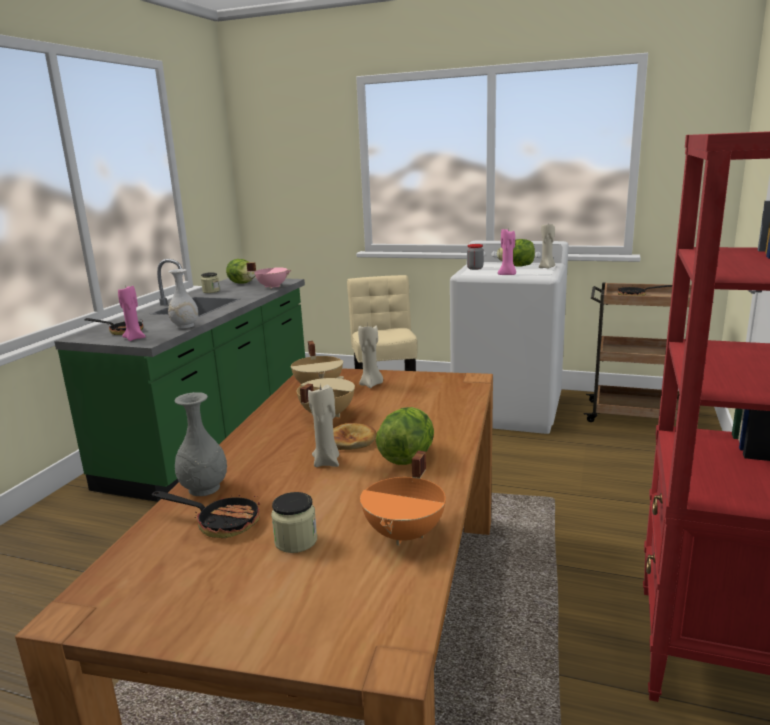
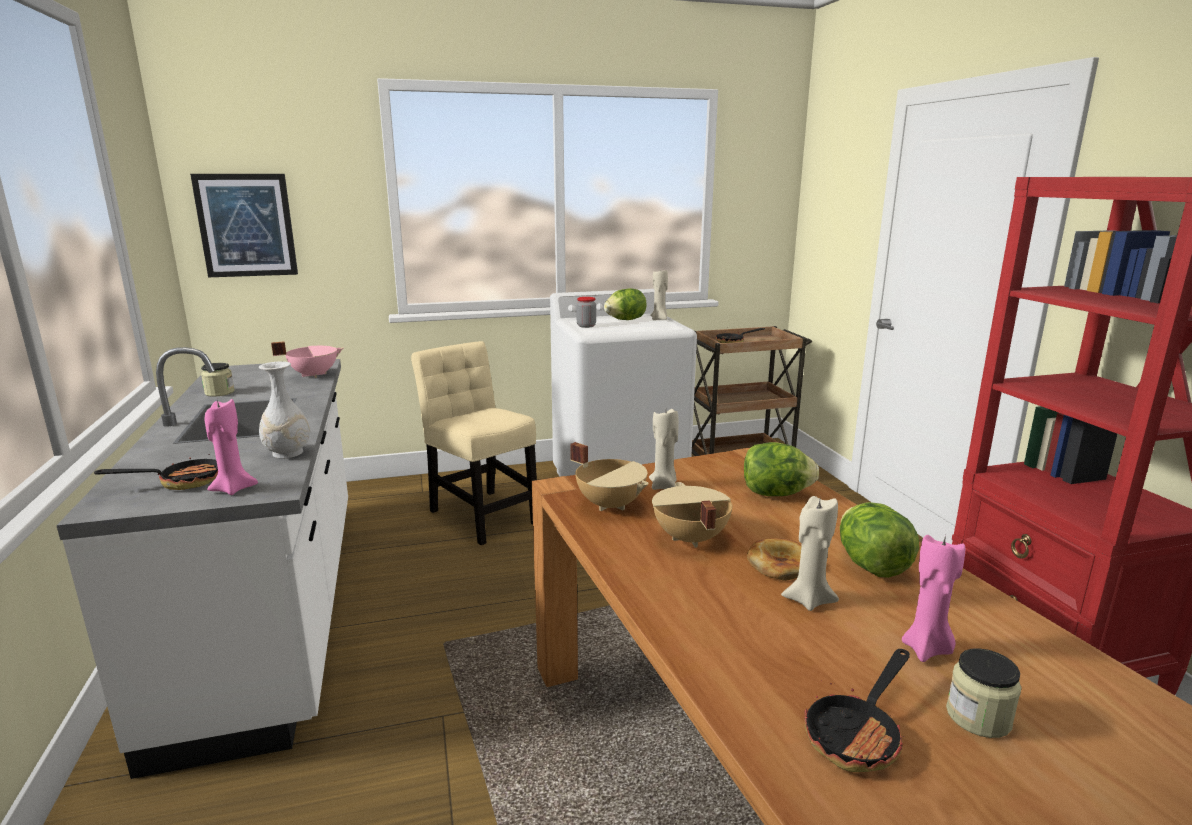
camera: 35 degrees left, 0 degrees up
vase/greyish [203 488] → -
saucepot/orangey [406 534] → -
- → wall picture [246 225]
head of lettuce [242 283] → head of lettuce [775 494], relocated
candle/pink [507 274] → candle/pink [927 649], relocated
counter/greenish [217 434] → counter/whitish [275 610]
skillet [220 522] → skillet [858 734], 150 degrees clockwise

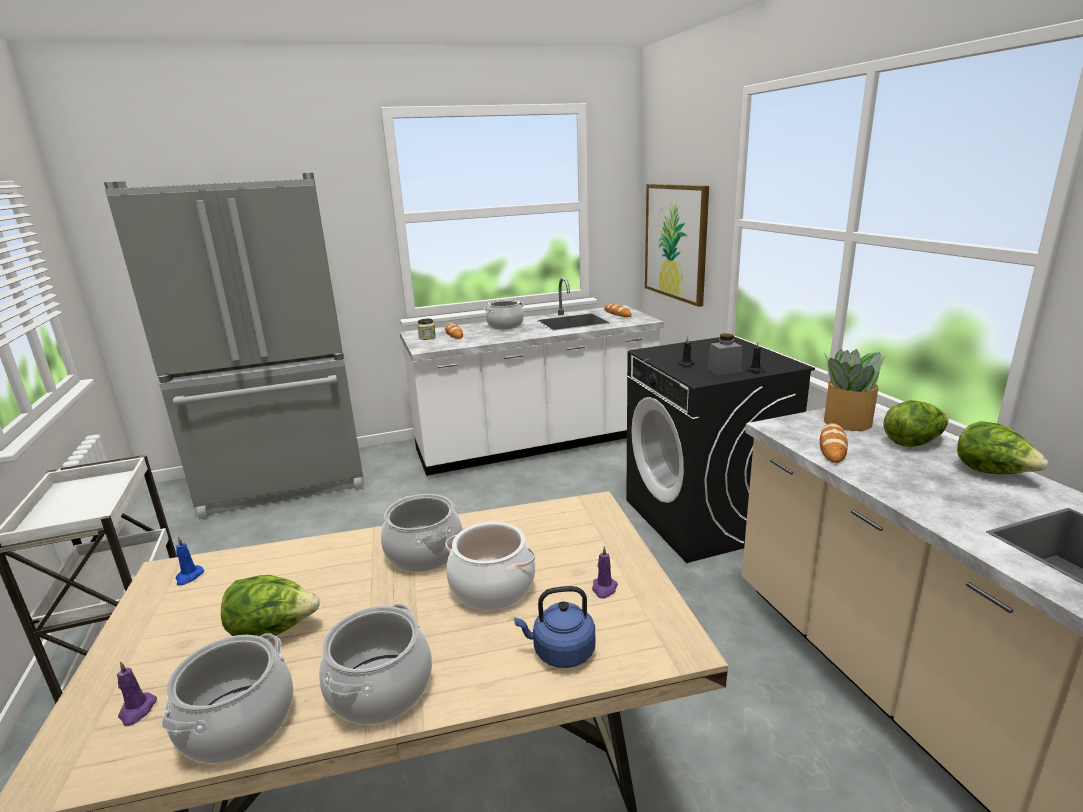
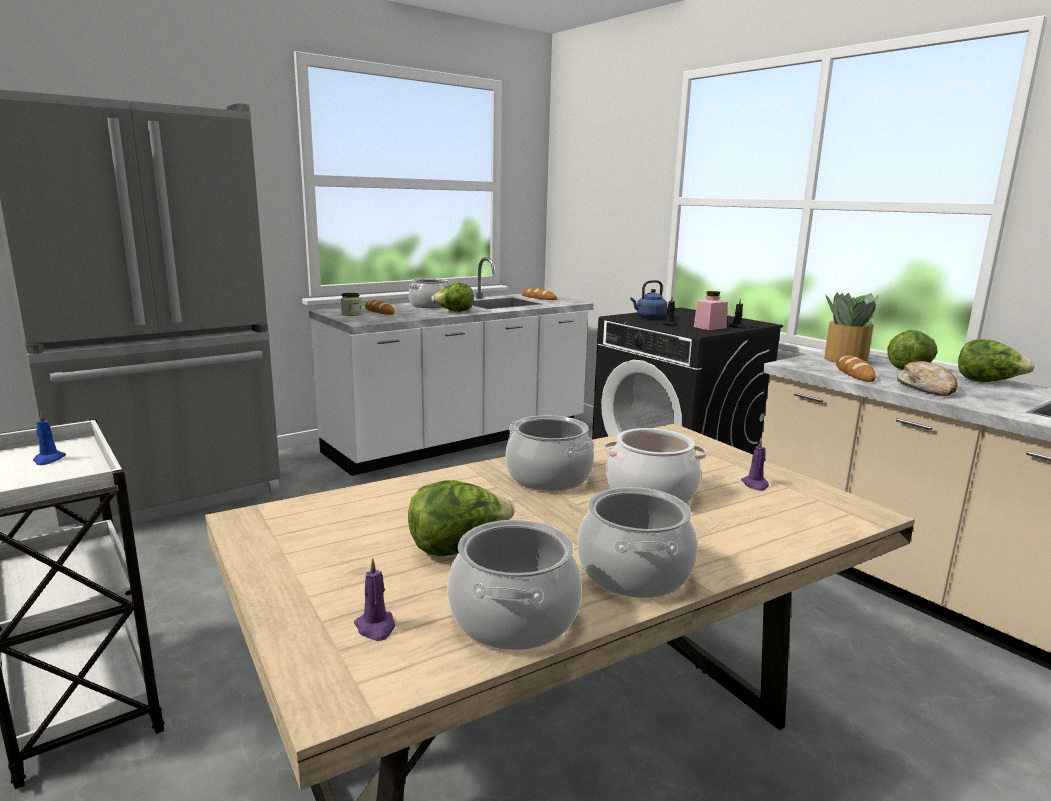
camera: 20 degrees left, 5 degrees down
wall picture [675 242] → -
- → head of lettuce [454 311]
- → bakery bread [926 388]
candle/blue-coloured [189 577] → candle/blue-coloured [48 459], relocated
tea kettle/blue-coloured [560 652] → tea kettle/blue-coloured [649 317], relocated
preserve jar/greyish [724 370] → preserve jar/pink [709 327]

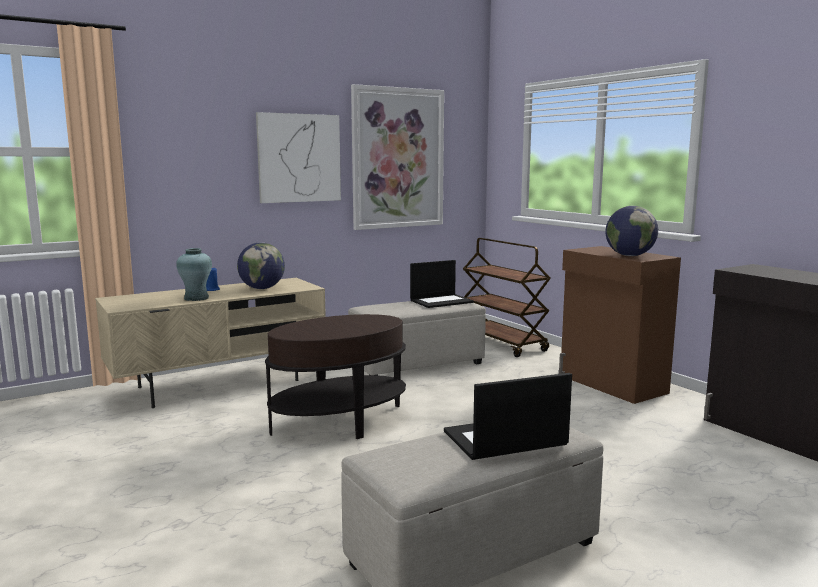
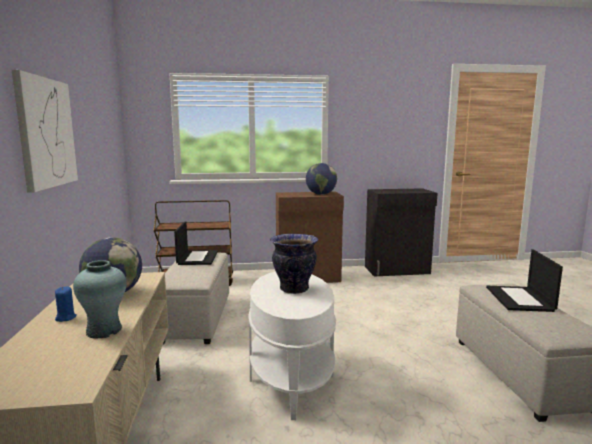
camera: 65 degrees left, 0 degrees up
wall picture [398 158] → -
- → vase [293 289]
side table/brown-coloured [339 422] → side table/whitish [291 378]

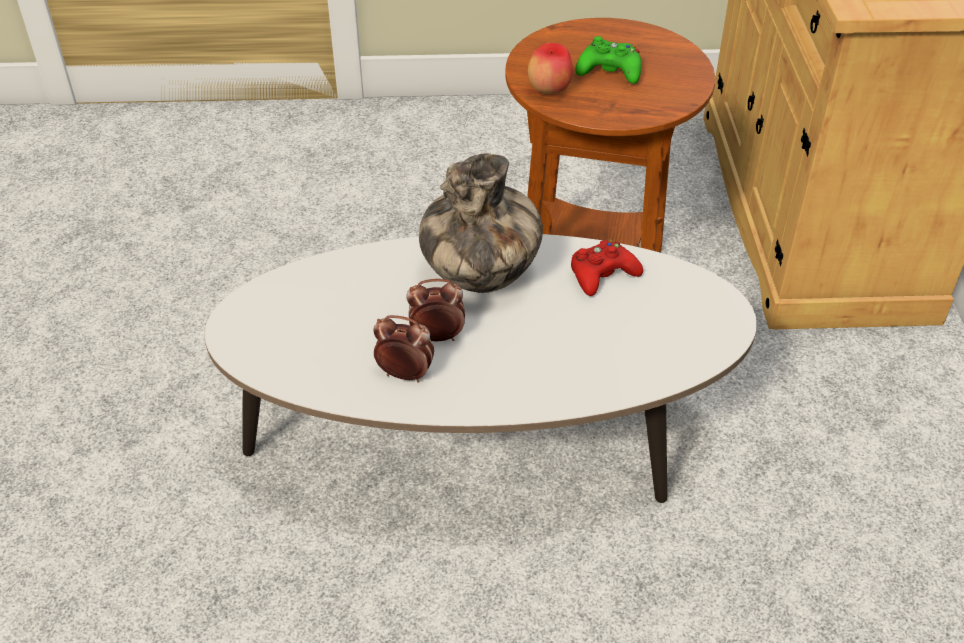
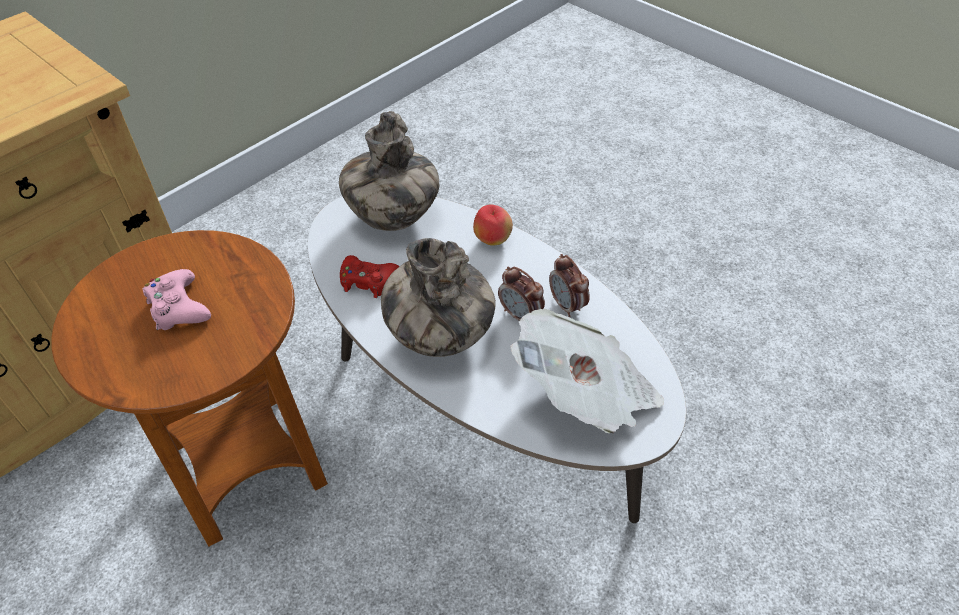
camera: 135 degrees left, 5 degrees up
- → vase [392 218]
- → newspaper [585 394]
apple fruit [549 90] → apple fruit [492 240], relocated
joypad/greenish [610 71] → joypad/pink [178 307]

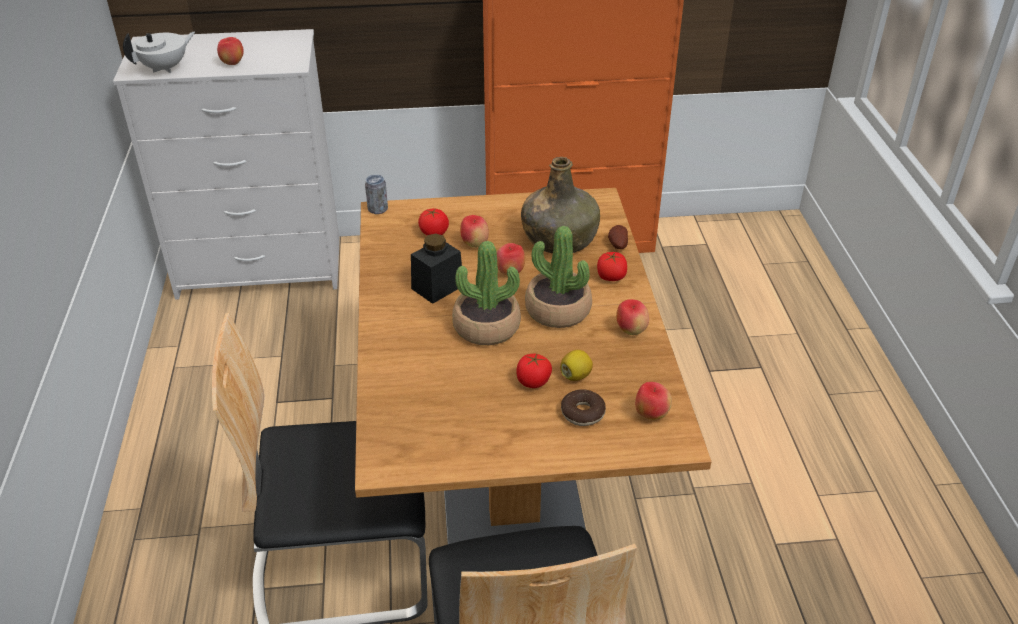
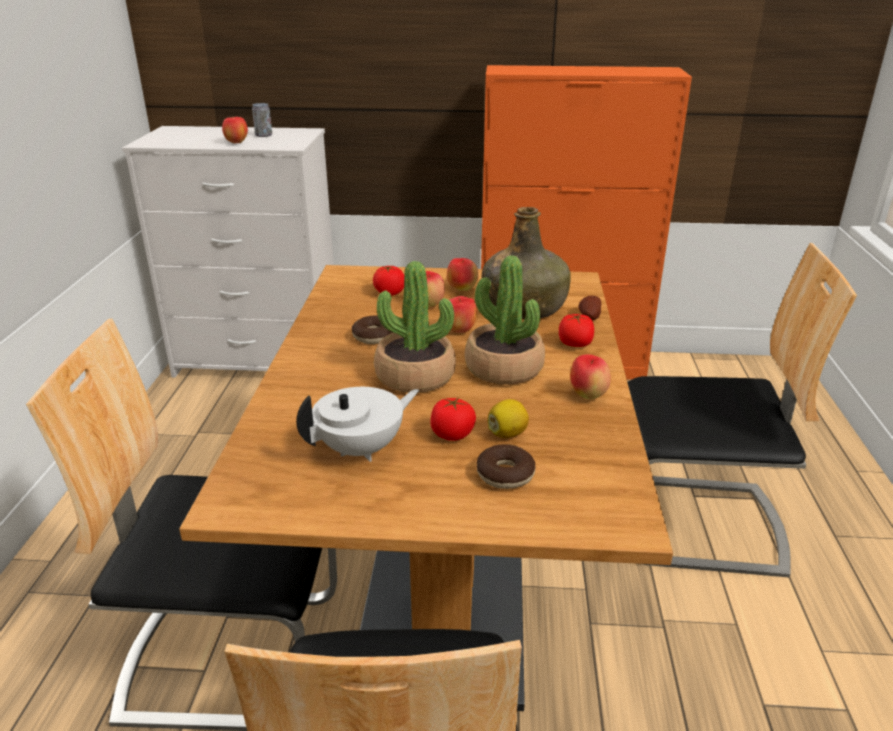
camera: 10 degrees right, 10 degrees down
- → upright chair [696 523]
teapot/whitish [165 68] → teapot/whitish [362 449], relocated
metal can [377 209] → metal can [263 135], relocated
apple fruit [651 415] → apple fruit [462 289], relocated
preserve jar/blackish [437 287] → donut [374 336]

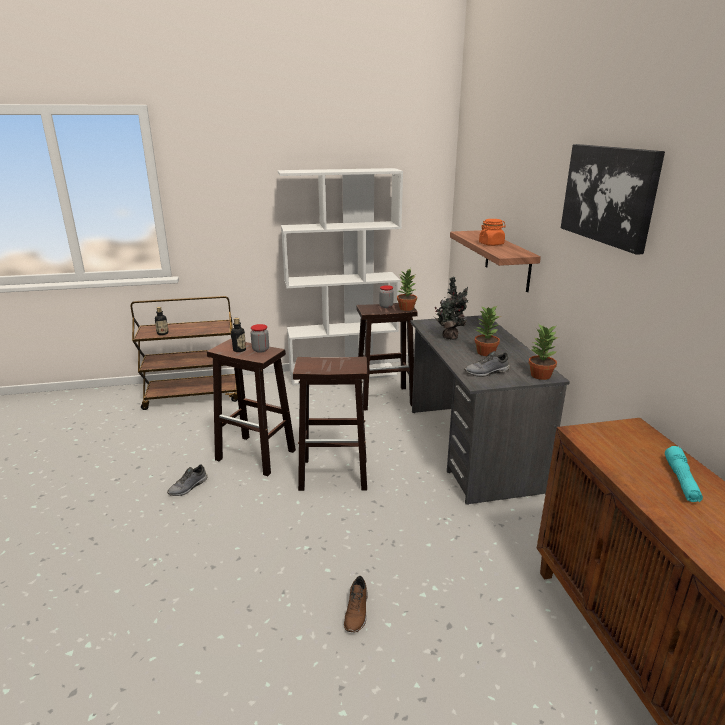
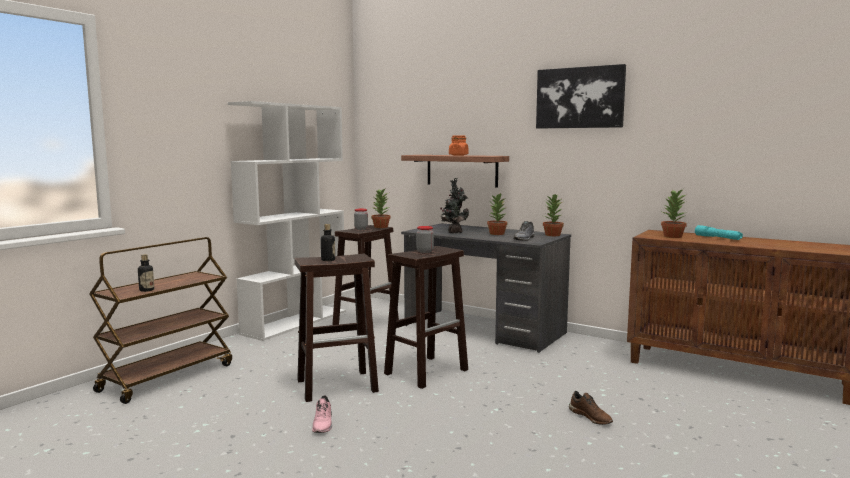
camera: 45 degrees left, 15 degrees down
- → plant in a pot [672 236]
preserve jar [260 350] → preserve jar [425 251], relocated
shoe/greyish [188 487] → shoe/pink [323 424]

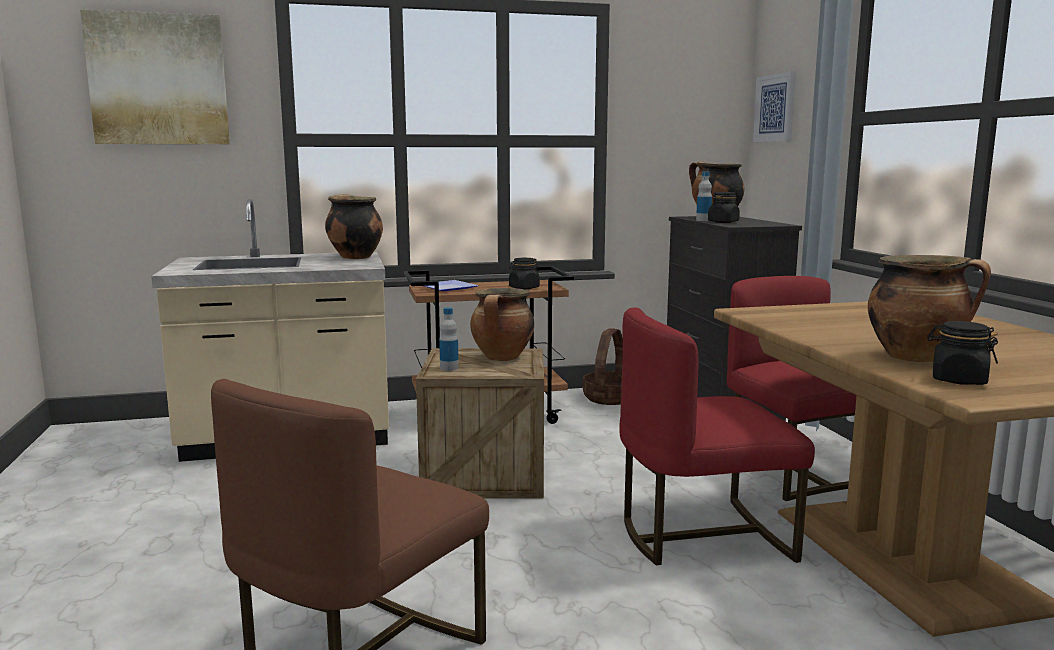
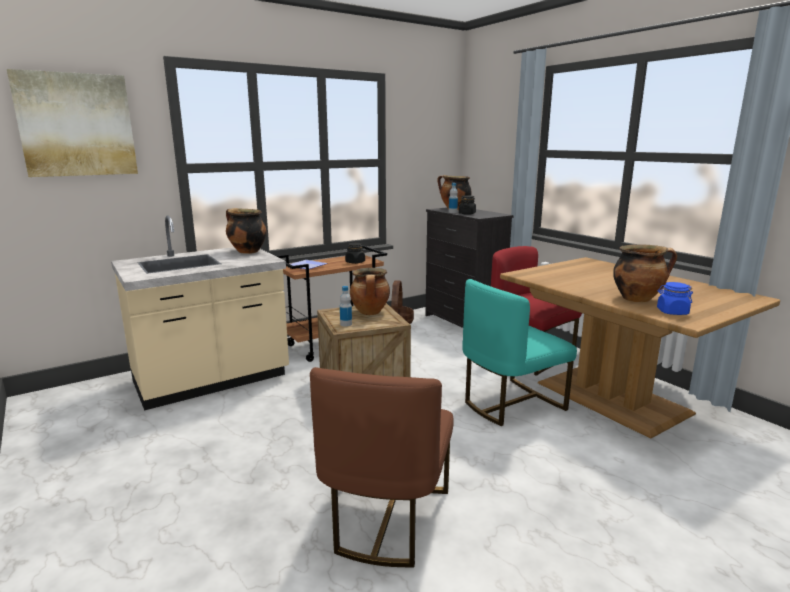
camera: 20 degrees left, 5 degrees up
wall picture [775 108] → -
upright chair/red [702 535] → upright chair/turquoise-coloured [510 403]
preserve jar/blackish [958 380] → preserve jar/blue-coloured [672 312]

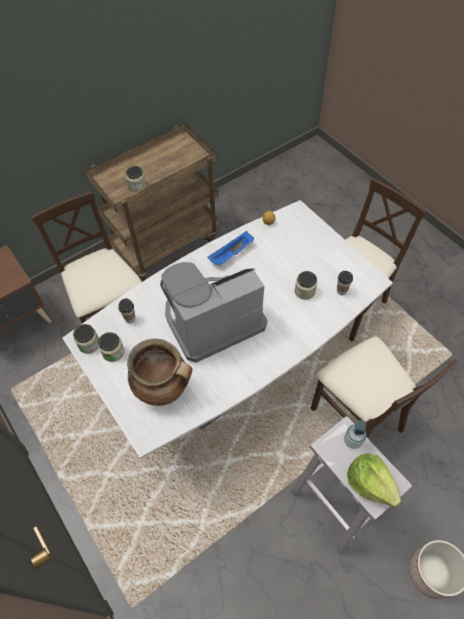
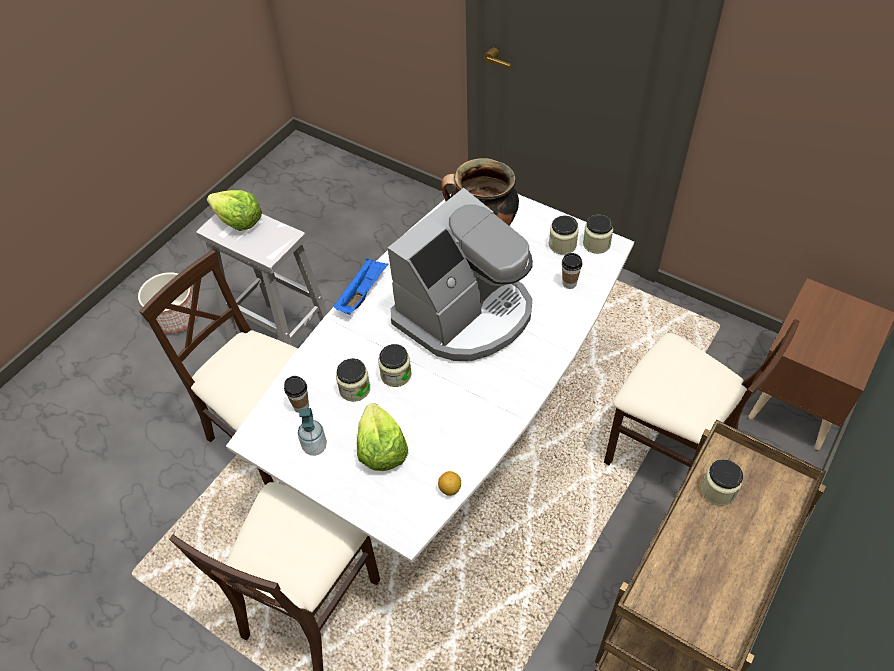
camera: 160 degrees right, 5 degrees down
- → head of lettuce [381 450]
- → preserve jar [396 374]
tray/blue-coloured [231 255] → tray/blue-coloured [362 293], relocated
soap dispenser [352 441] → soap dispenser [315 447], relocated

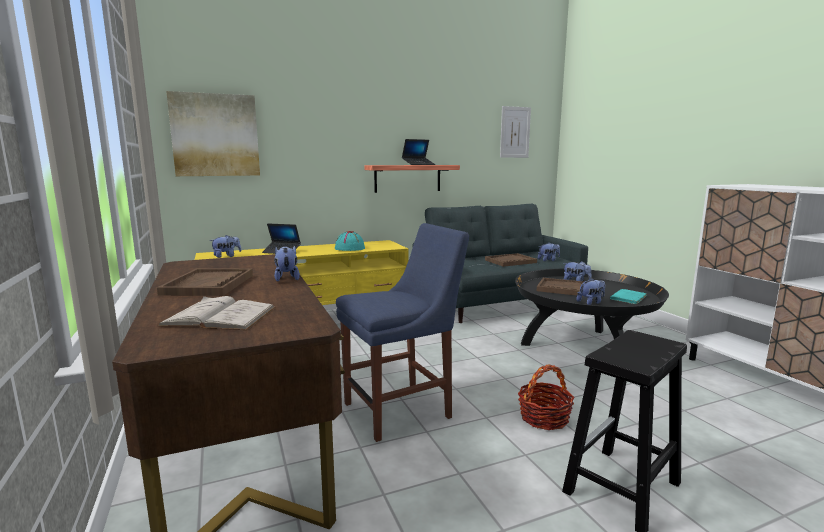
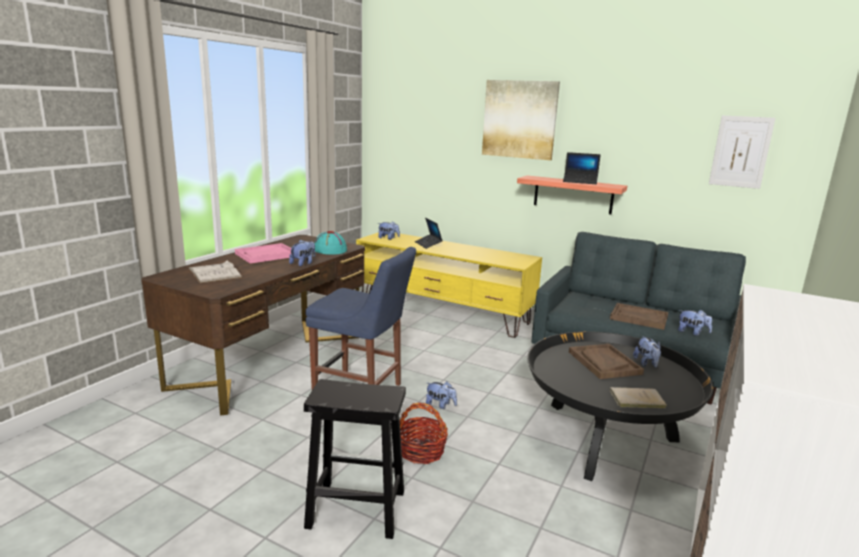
camera: 50 degrees right, 5 degrees up
wall picture [215 135] → wall picture [519 119], relocated
hat/turquoise-coloured [349 248] → hat/turquoise-coloured [330 250], relocated
soft toy [591 302] → soft toy [440 405], relocated
tray/brown-coloured [209 284] → tray/pink [266 255]
book/turquoise-coloured [627 298] → book/beige-coloured [635 399]

